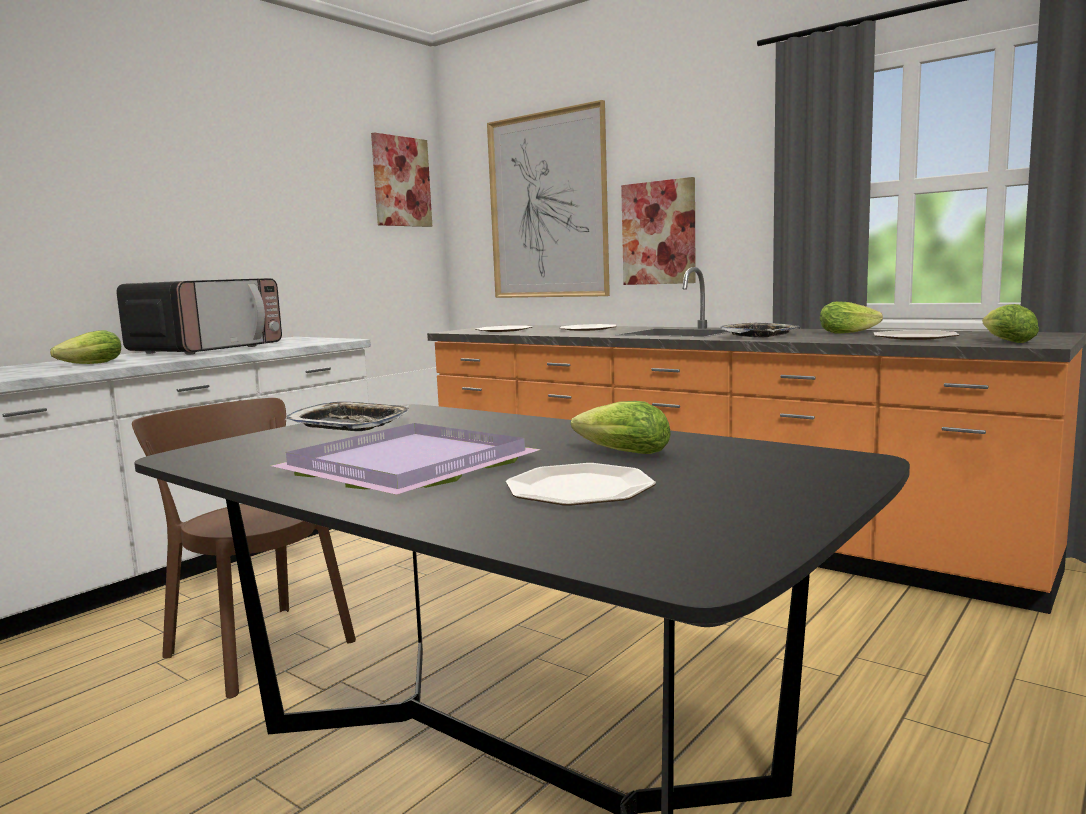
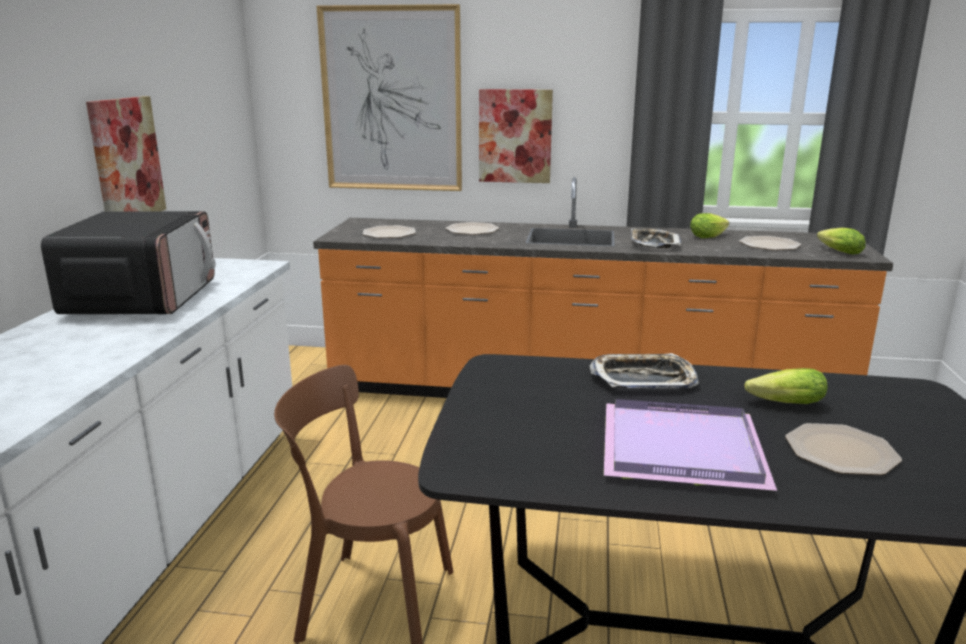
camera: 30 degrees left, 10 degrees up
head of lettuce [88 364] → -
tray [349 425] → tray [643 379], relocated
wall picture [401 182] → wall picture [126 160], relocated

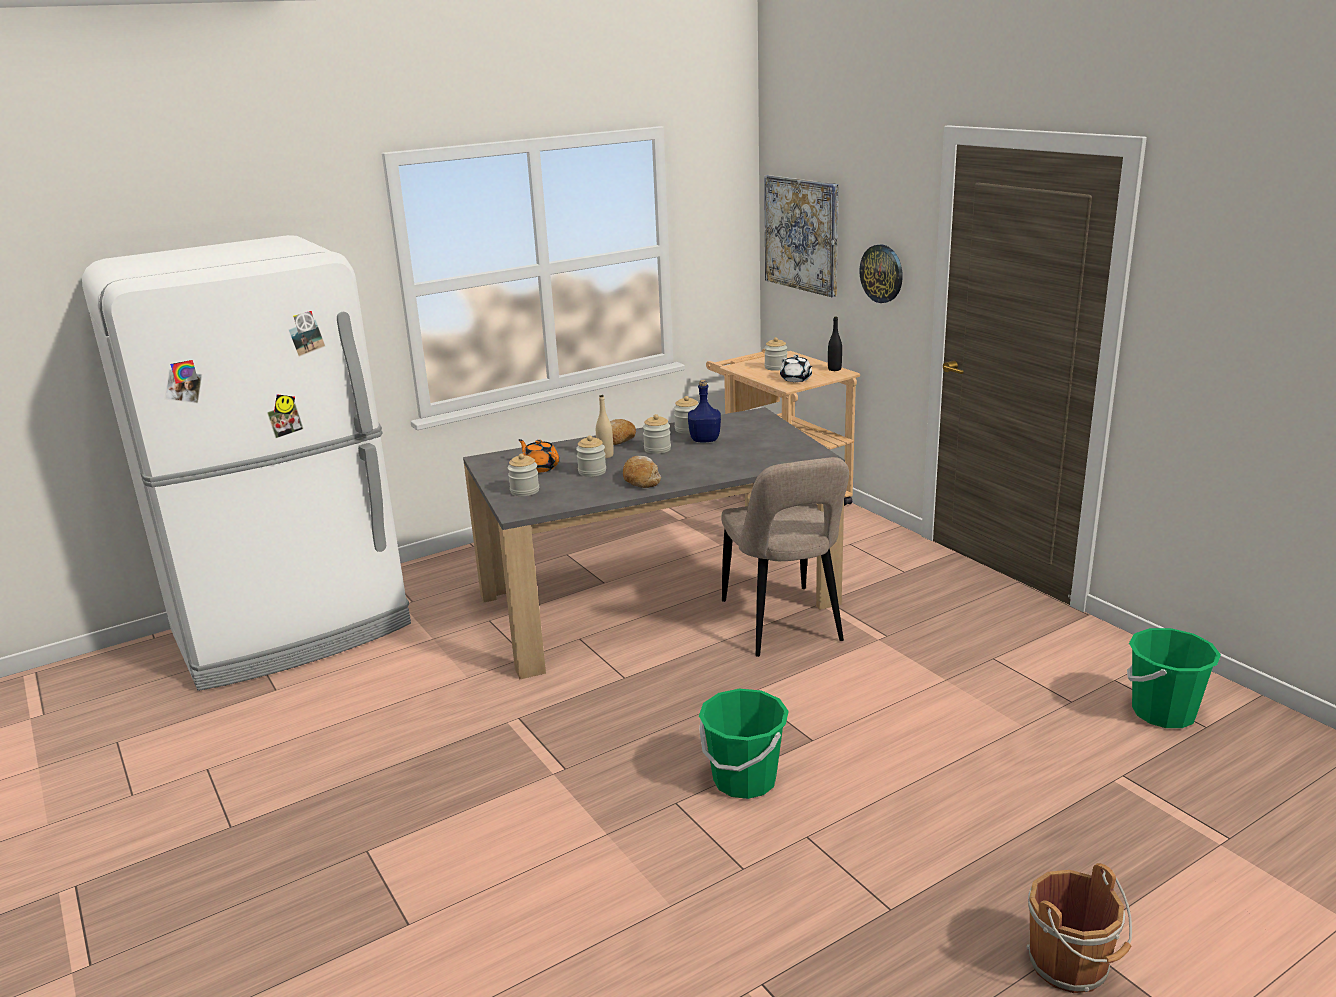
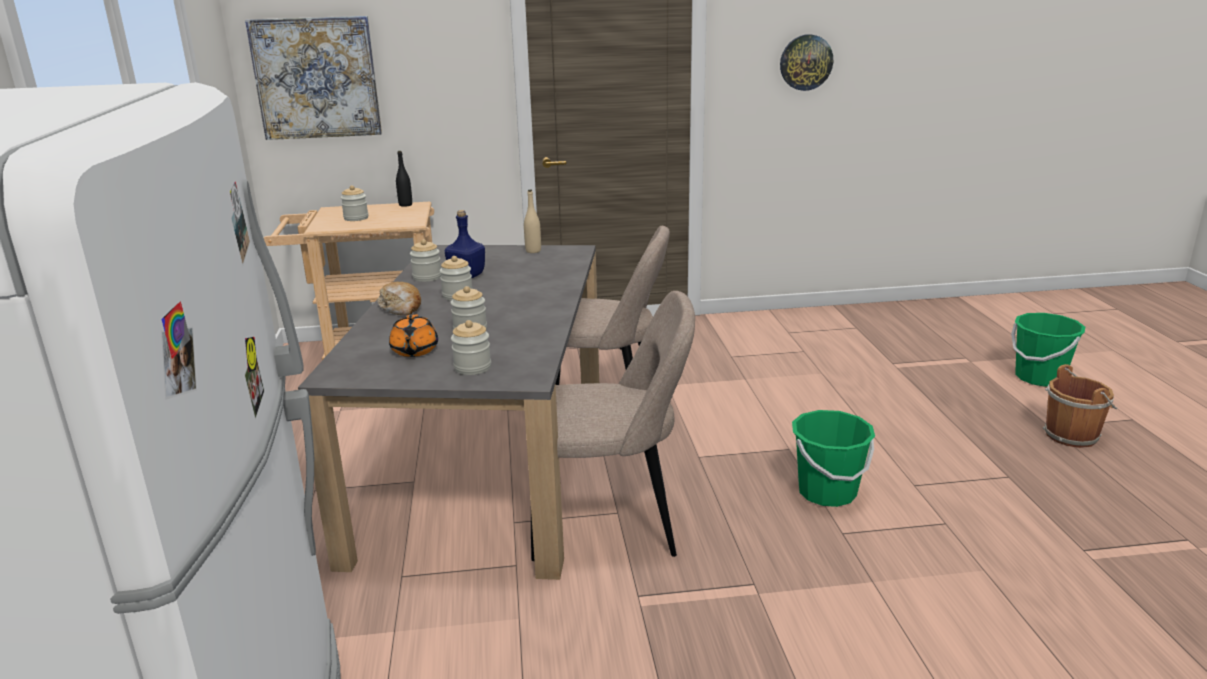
camera: 65 degrees left, 0 degrees up
bakery bread [641 479] → -
teapot/whitish [796 379] → -
- → upright chair/beige-coloured [611 526]
bottle/beige-coloured [605 455] → bottle/beige-coloured [533 251], relocated
clock on the wall [882 273] → clock on the wall [806 62], relocated
pail/greenish [1163 713] → pail/greenish [1039 377], relocated
teapot/orangey [540 467] → teapot/orangey [414 351], 75 degrees counterclockwise

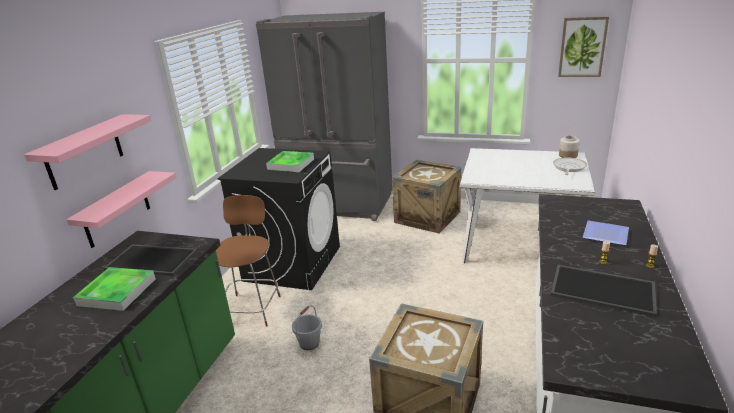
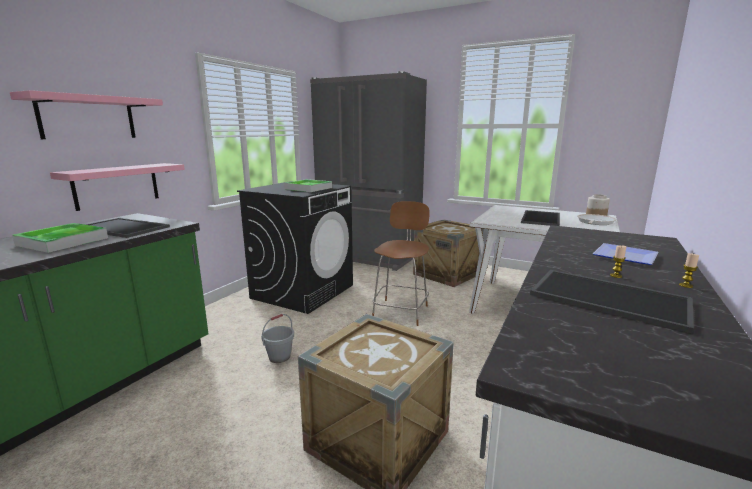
camera: 10 degrees right, 10 degrees down
wall picture [582 47] → -
- → tray [542 218]
sitting stool/brown-coloured [252 308] → sitting stool/brown-coloured [401 311], relocated

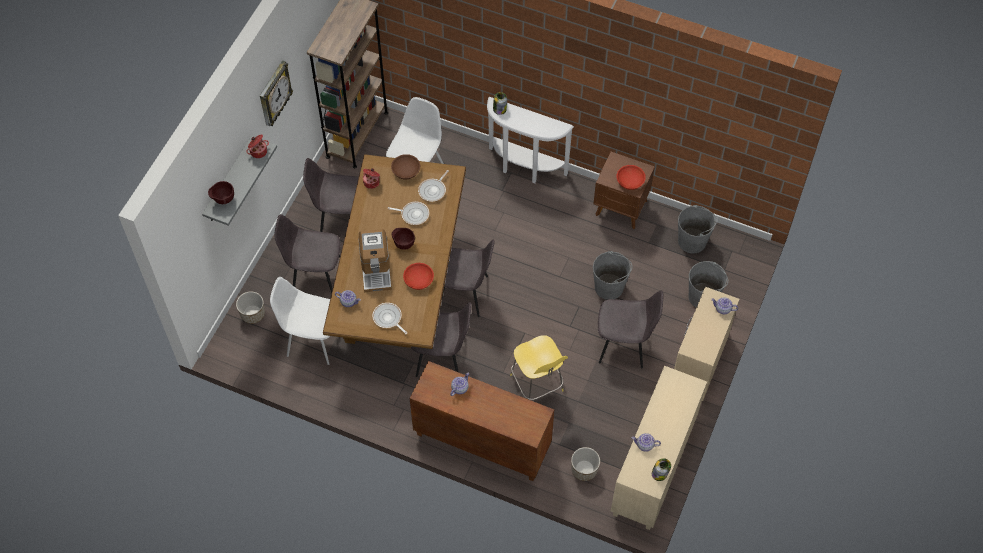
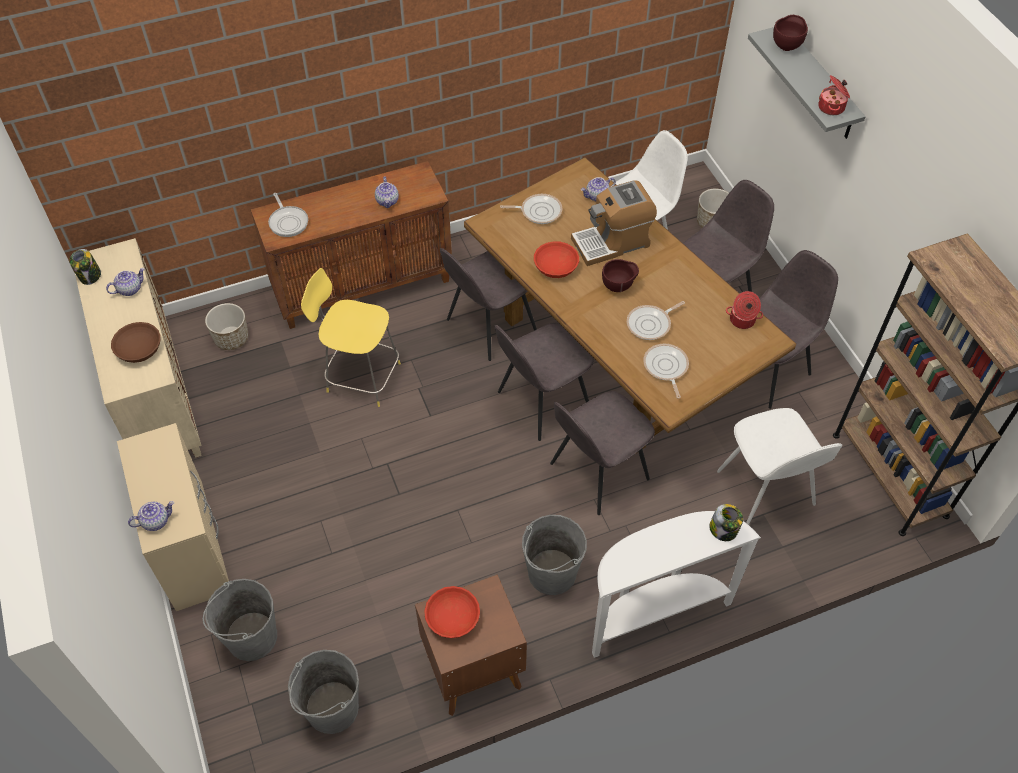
camera: 135 degrees right, 5 degrees down
clock on the wall [274 94] → -
- → skillet [288 222]
deep dish/brown-coloured [406 171] → deep dish/brown-coloured [139 349], relocated
pail/greyish [609 287] → pail/greyish [551 573], relocated
upright chair/greyish [624 344] → upright chair/greyish [597 473], relocated
coffee machine [376 269] → coffee machine [612 242], 60 degrees counterclockwise

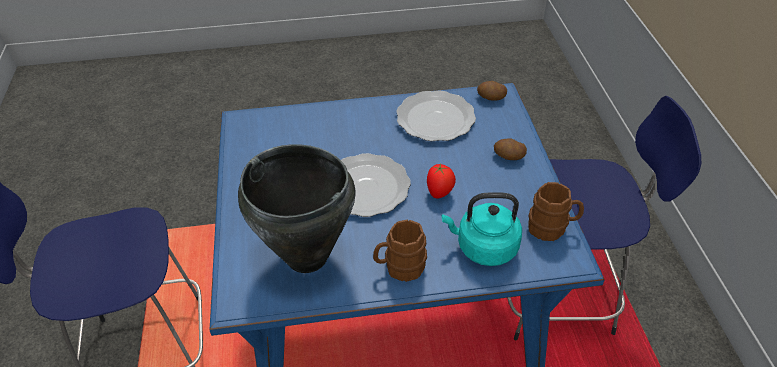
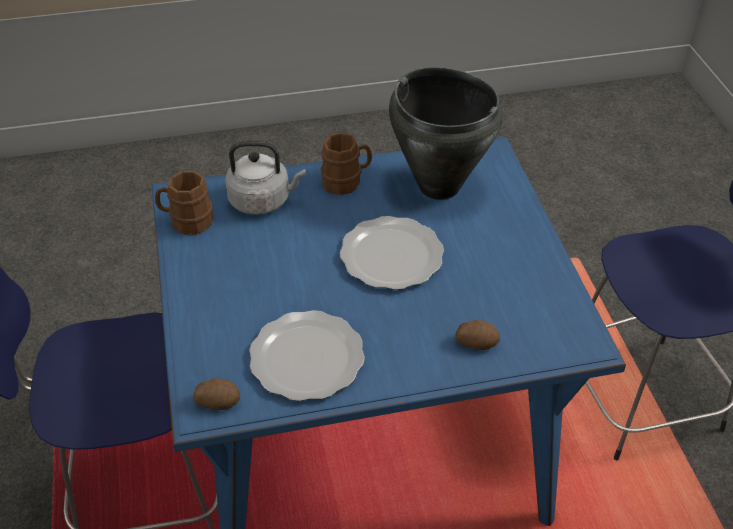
camera: 175 degrees right, 0 degrees up
fresh tomato [440 193] → -
potato [509 156] → potato [476 342], relocated
tea kettle/turquoise-coloured [483 247] → tea kettle/greyish [263 201]

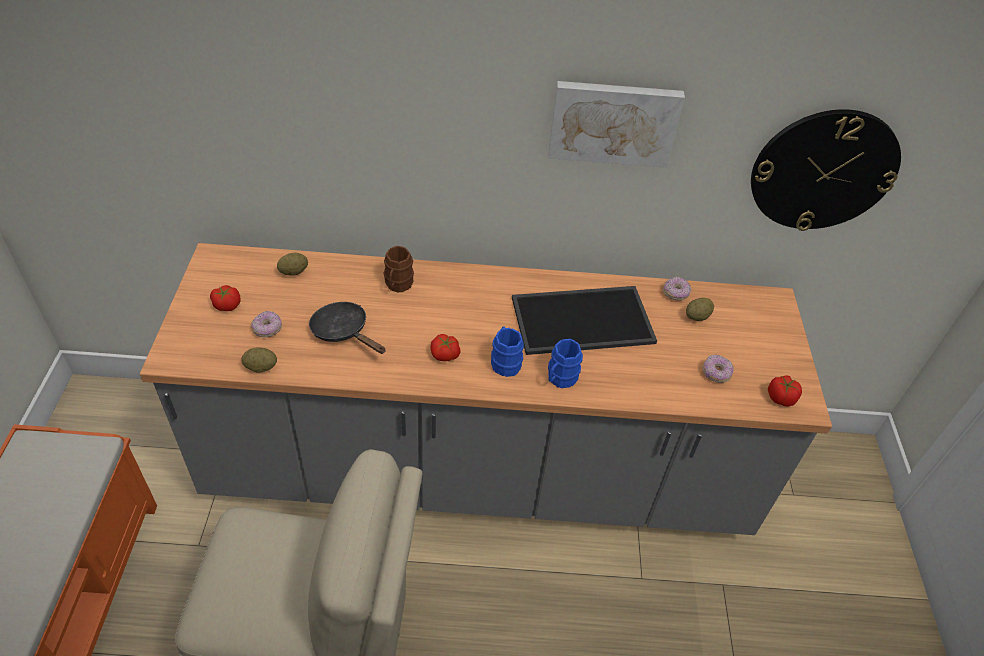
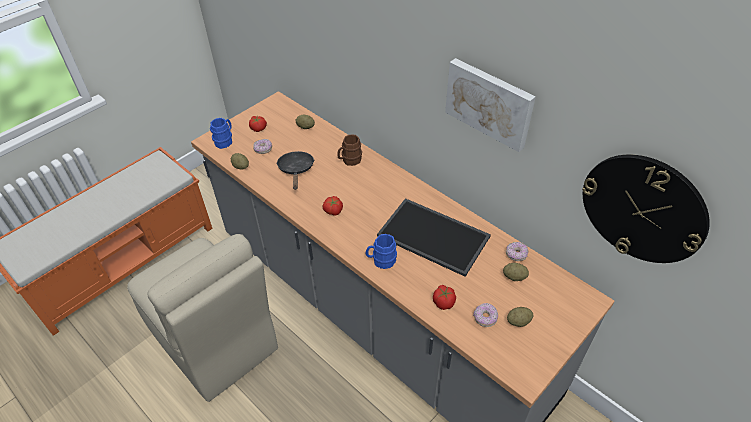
camera: 45 degrees right, 0 degrees up
- → potato [518 321]
coffee mug/blue-coloured [505 361] → coffee mug/blue-coloured [225 140], relocated
fresh tomato [780 398] → fresh tomato [443 302], relocated

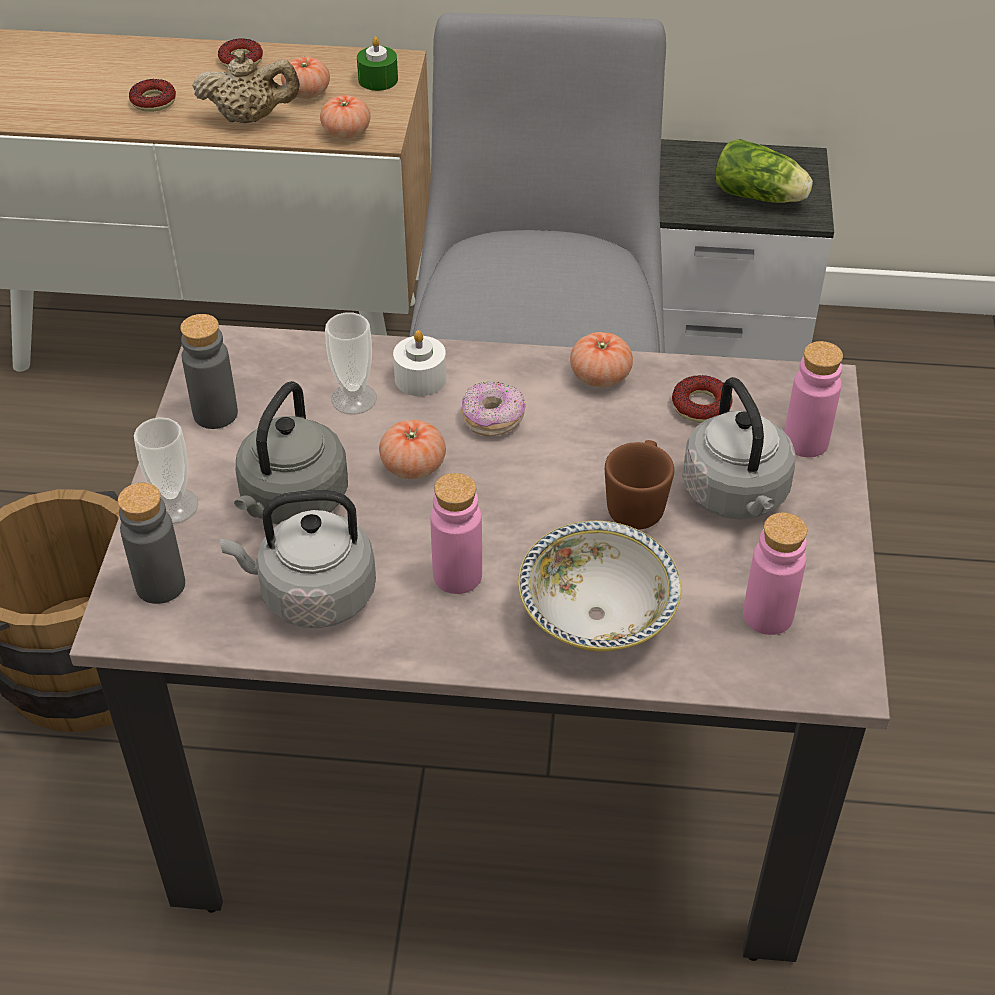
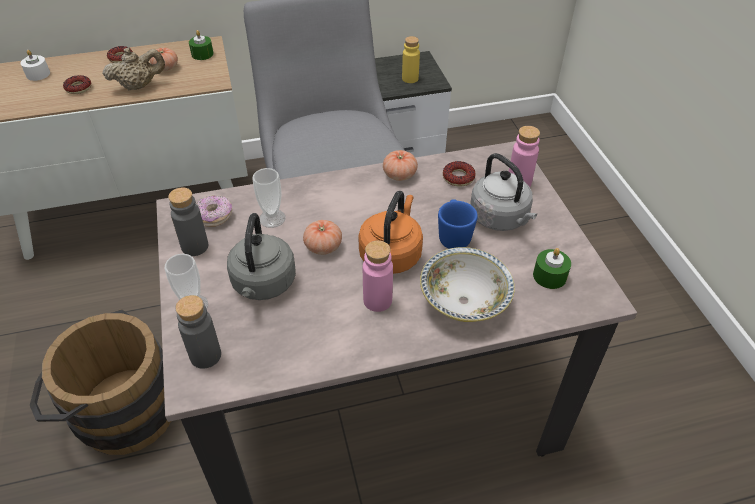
camera: 20 degrees left, 0 degrees up
tea kettle/greyish [312 595] → -
fresh tomato [346 132] → -
- → tea kettle/orangey [391 254]
candle/whitish [420 378] → candle/whitish [38 74], relocated
donut [493 419] → donut [215 217], relocated
head of lettuce [761 197] → bottle/yellow-coloured [410 78]
bottle/pink [767 615] → candle/greenish [549 276]
coffee mug/brown-coloured [638 505] → coffee mug/blue-coloured [453 236]

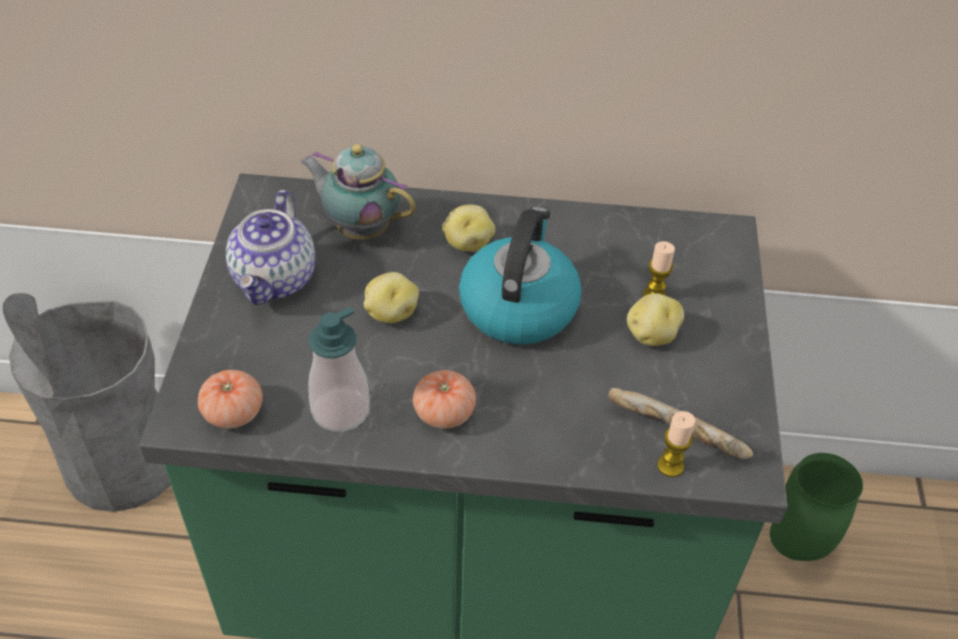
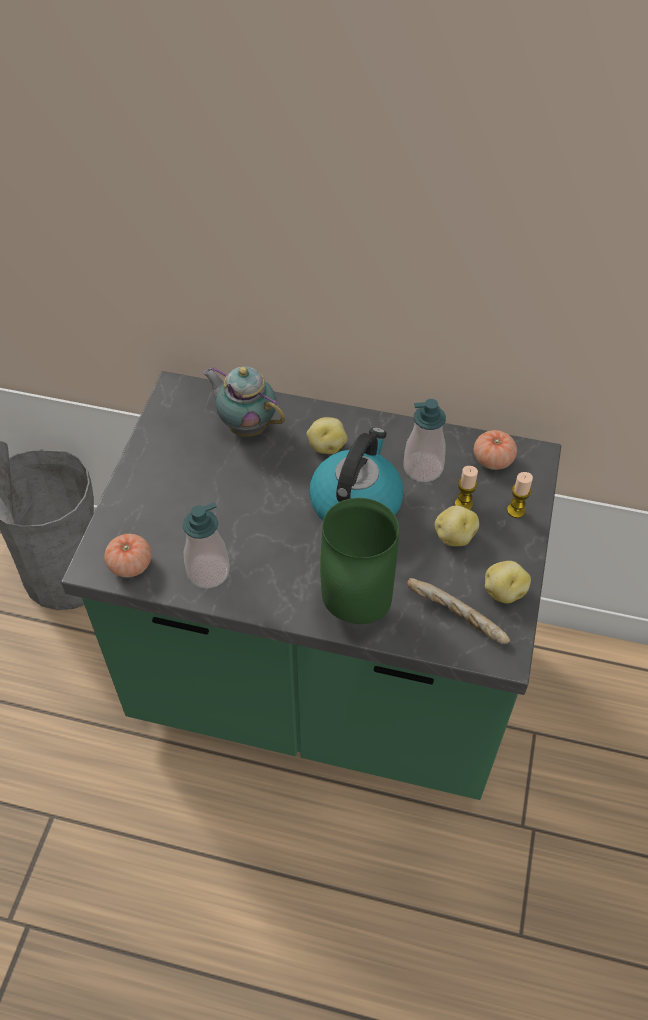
camera: 10 degrees right, 5 degrees up
teapot [276 279] → -
- → soap dispenser [423 468]
potato [390 312] → potato [503 591], relocated
fresh tomato [444 412] → fresh tomato [493 459], relocated
candle [670 466] → candle [516 510], relocated
vase/greenish [797 548] → vase/greenish [358 611], relocated

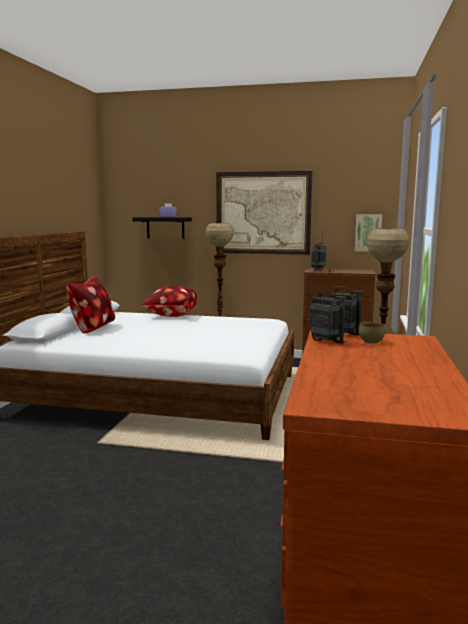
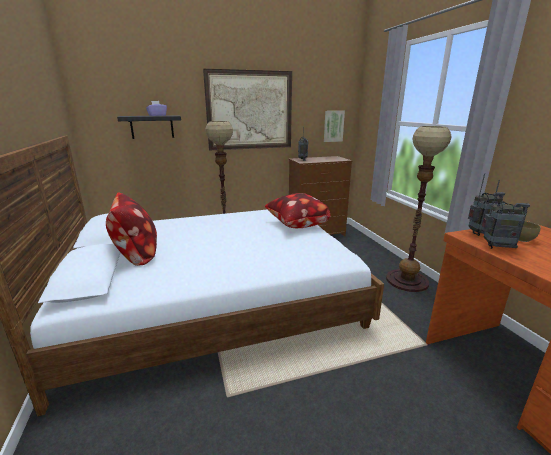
camera: 30 degrees left, 10 degrees up
throw pillow [170 315] → throw pillow [296 225], relocated

